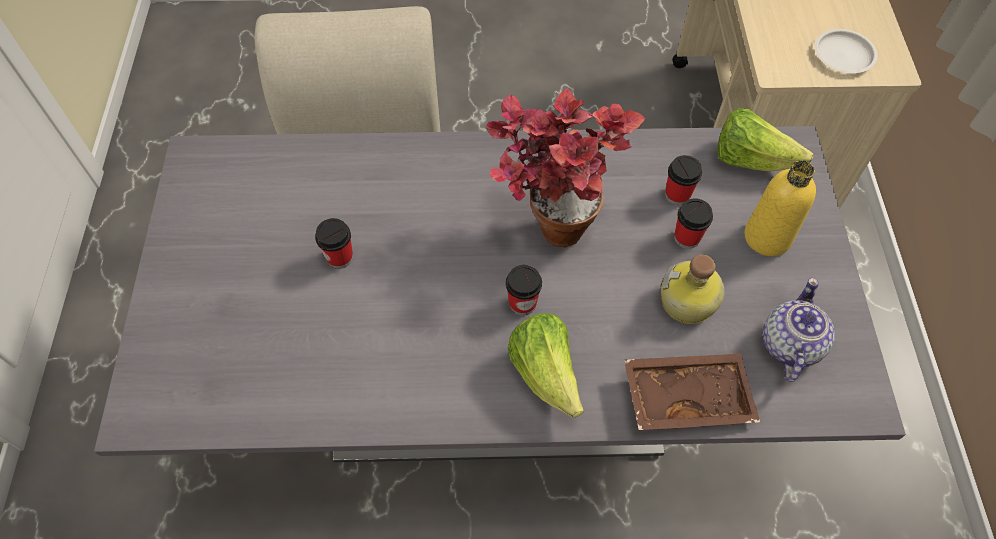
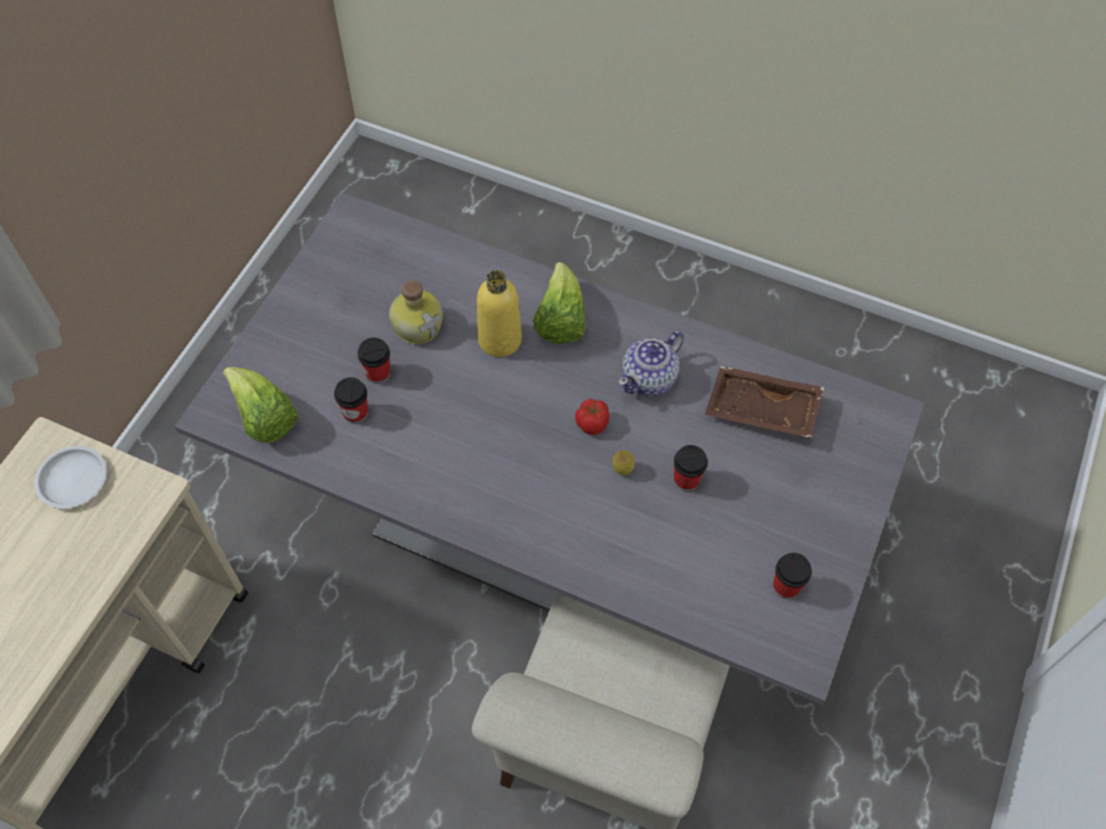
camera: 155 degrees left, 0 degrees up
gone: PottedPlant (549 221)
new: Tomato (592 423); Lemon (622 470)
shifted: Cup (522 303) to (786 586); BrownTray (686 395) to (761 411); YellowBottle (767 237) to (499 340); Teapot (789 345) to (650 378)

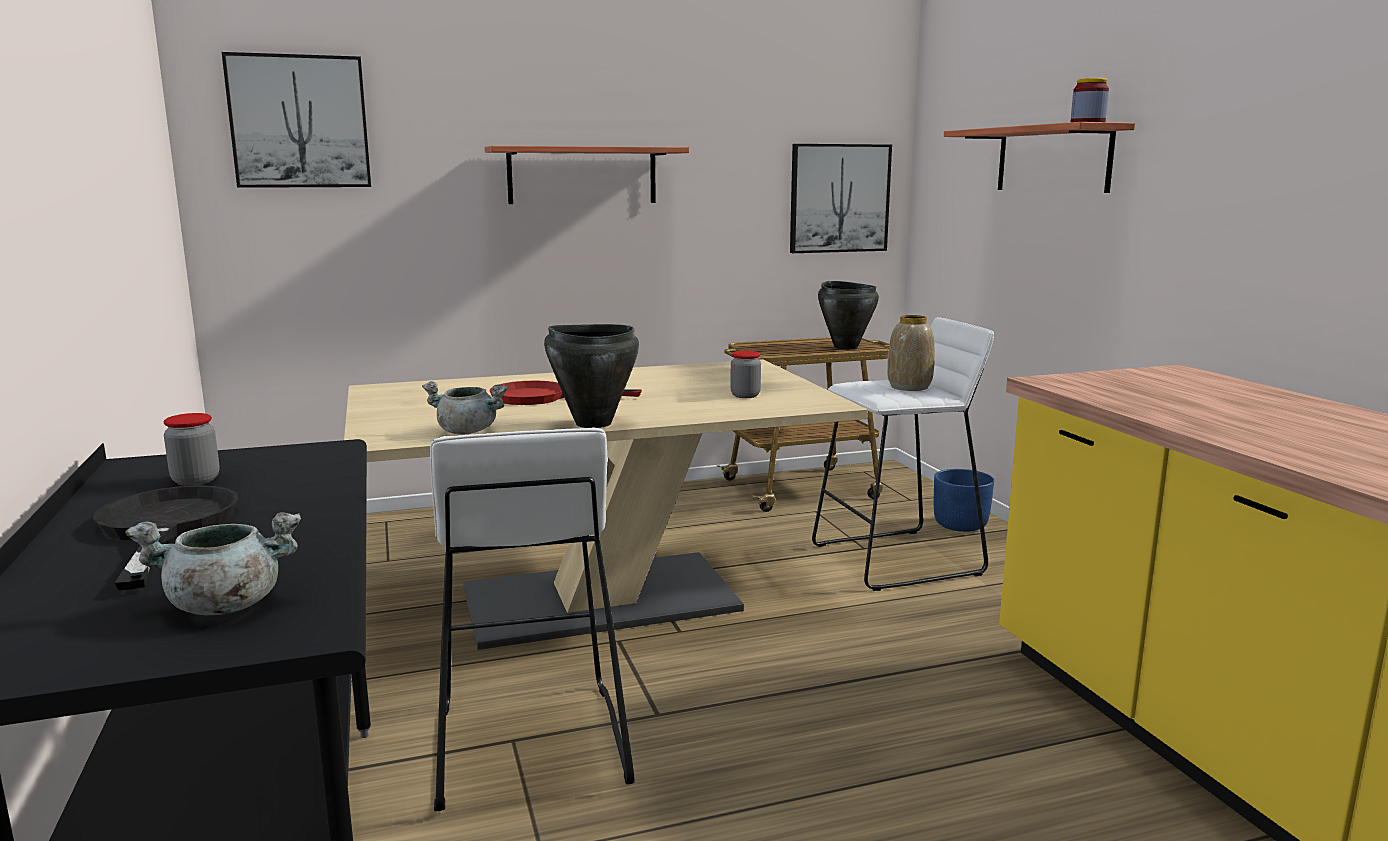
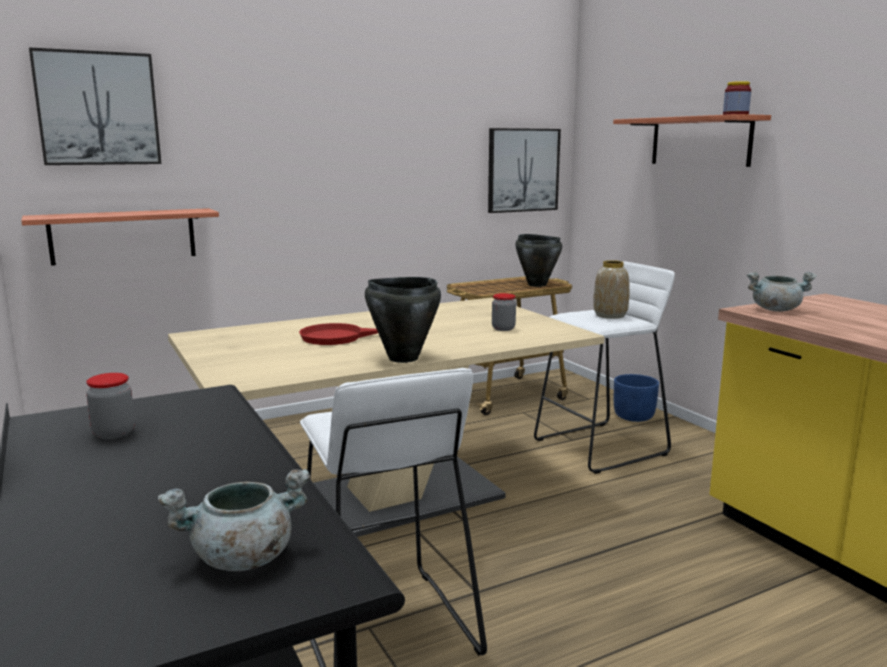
camera: 10 degrees left, 0 degrees up
gone: BlackFryingPan (164 528)
shifted: GreyCookingPot (468 432) to (776 310); Shelf (582 175) to (123 236)

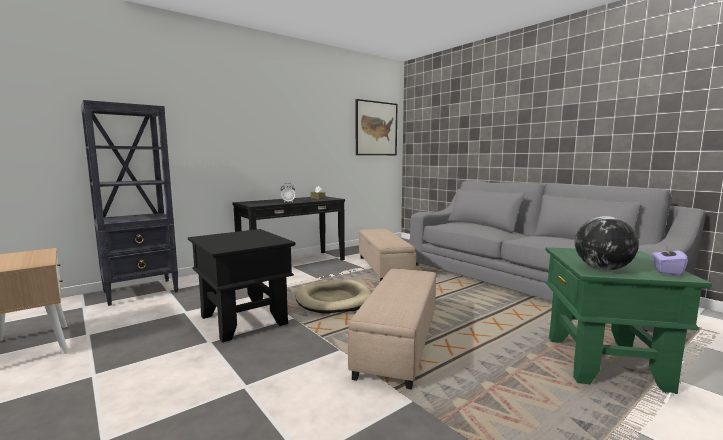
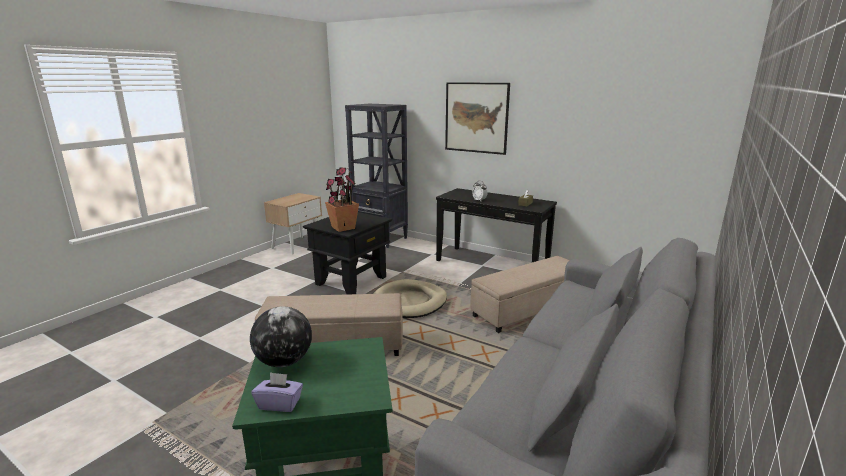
camera: 70 degrees right, 10 degrees up
new: PottedPlant (343 228)
shifted: Picture (376 128) to (476 117)

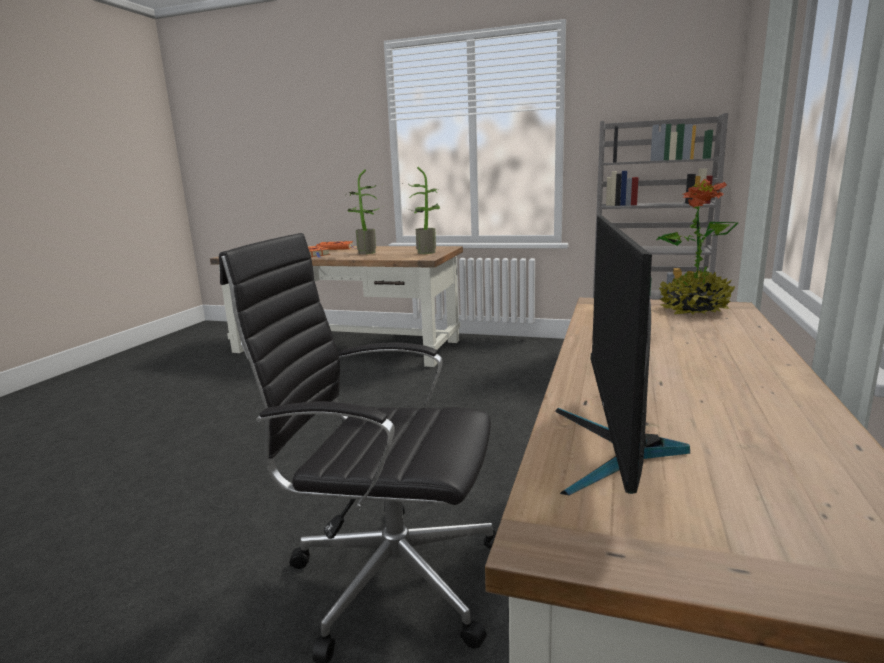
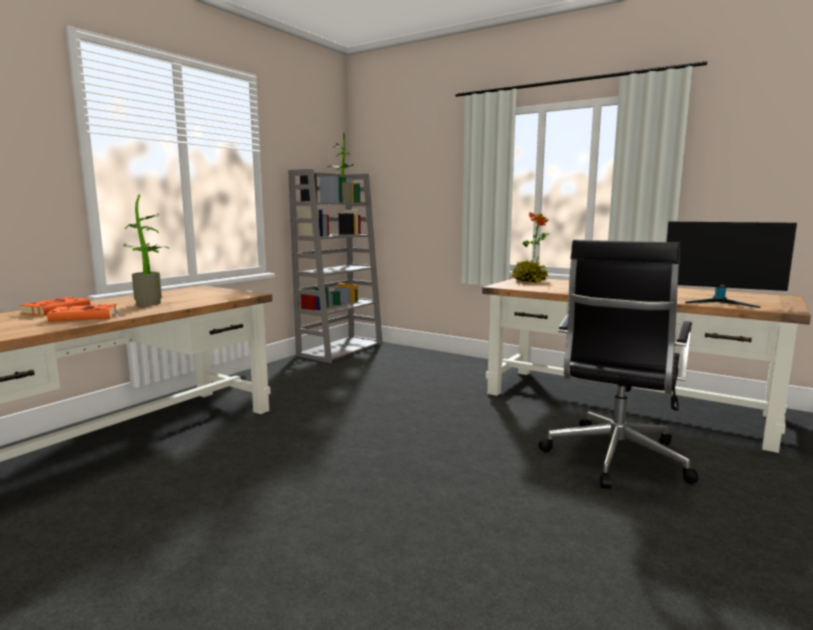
camera: 75 degrees left, 5 degrees down
shifted: PottedPlant (426 252) to (342 202)

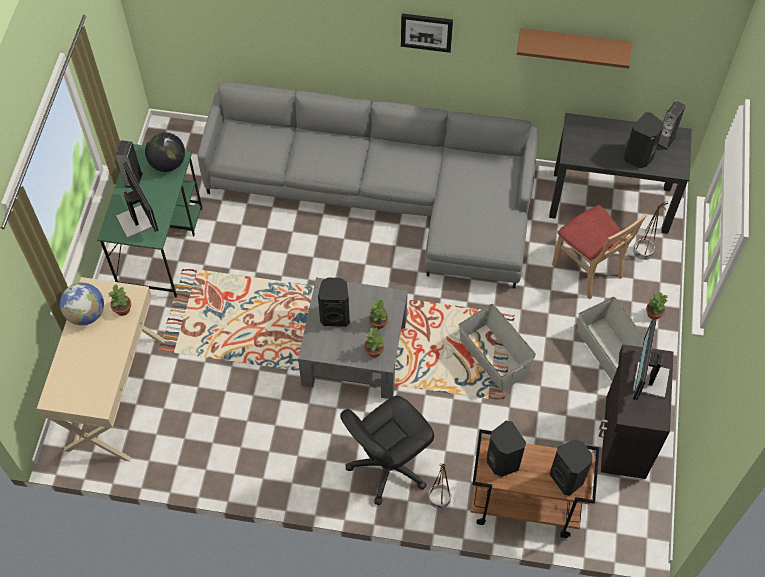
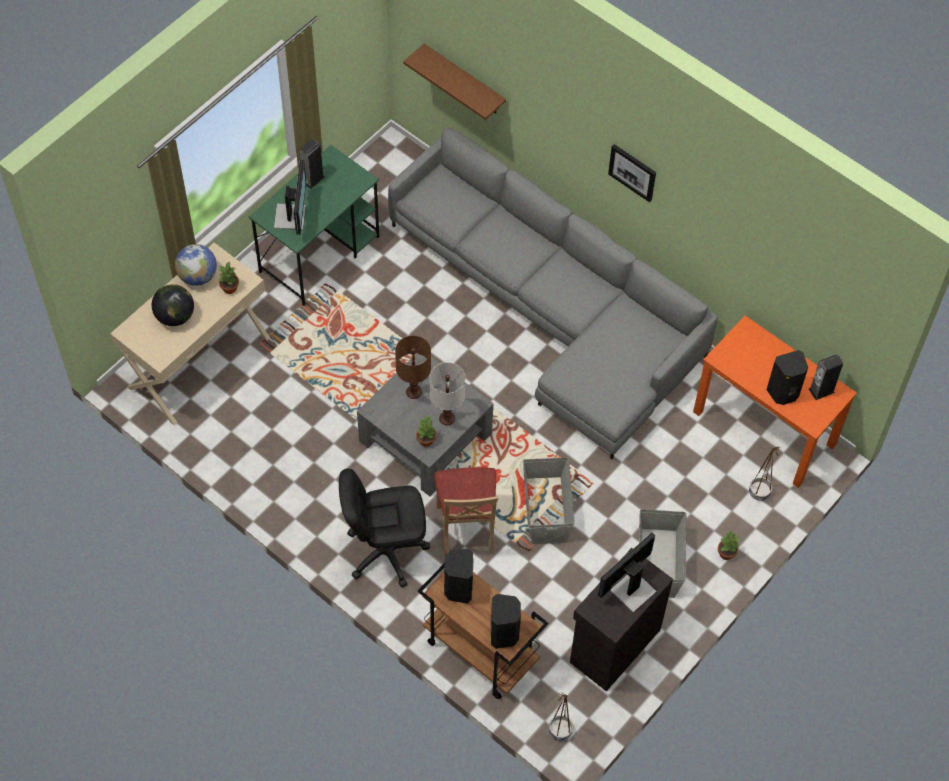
camera: 30 degrees right, 0 degrees up
shifted: Globe (168 163) to (175 316); BrownPlanter (439 499) to (559 731); BrownShelf (573 45) to (464 81); BeigeChair (588 269) to (466 528)
swapped: BlackSpeaker (335 316) to BrownTableLamp (414 392); PottedPlant (378 323) to WhiteTableLamp (447 418)
repainted: BlackDesk (610 201) to OrangeDesk (764 428)

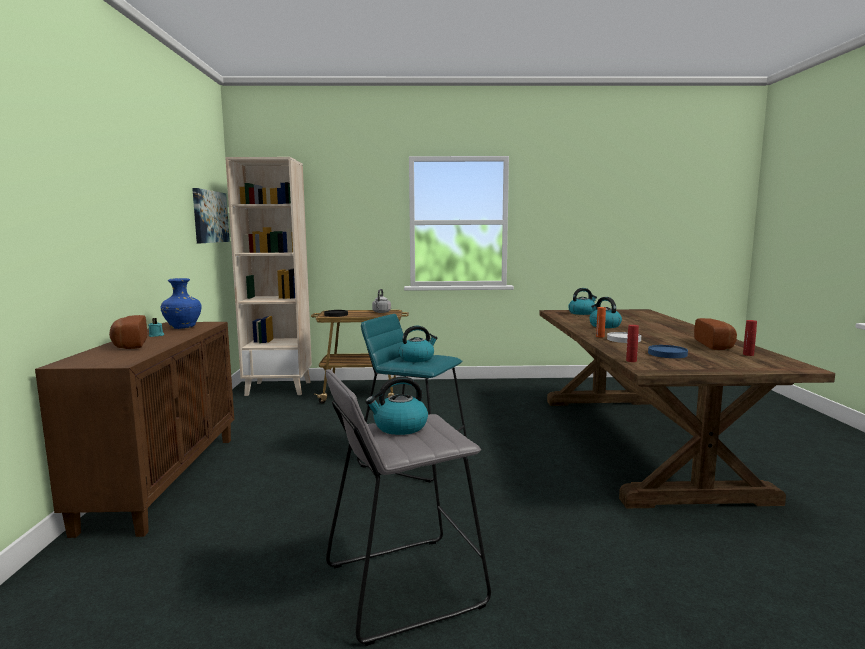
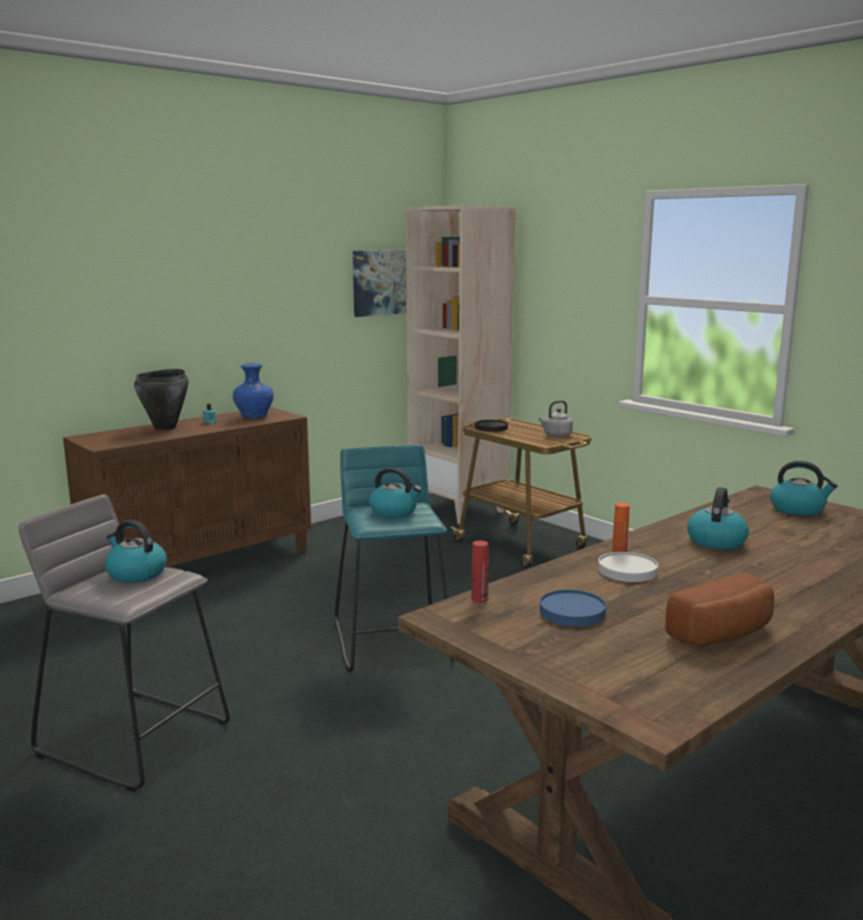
camera: 50 degrees right, 5 degrees up
gone: RedBottle (748 354)
swapped: Bread (128 344) to BlackCookingPot (166 427)

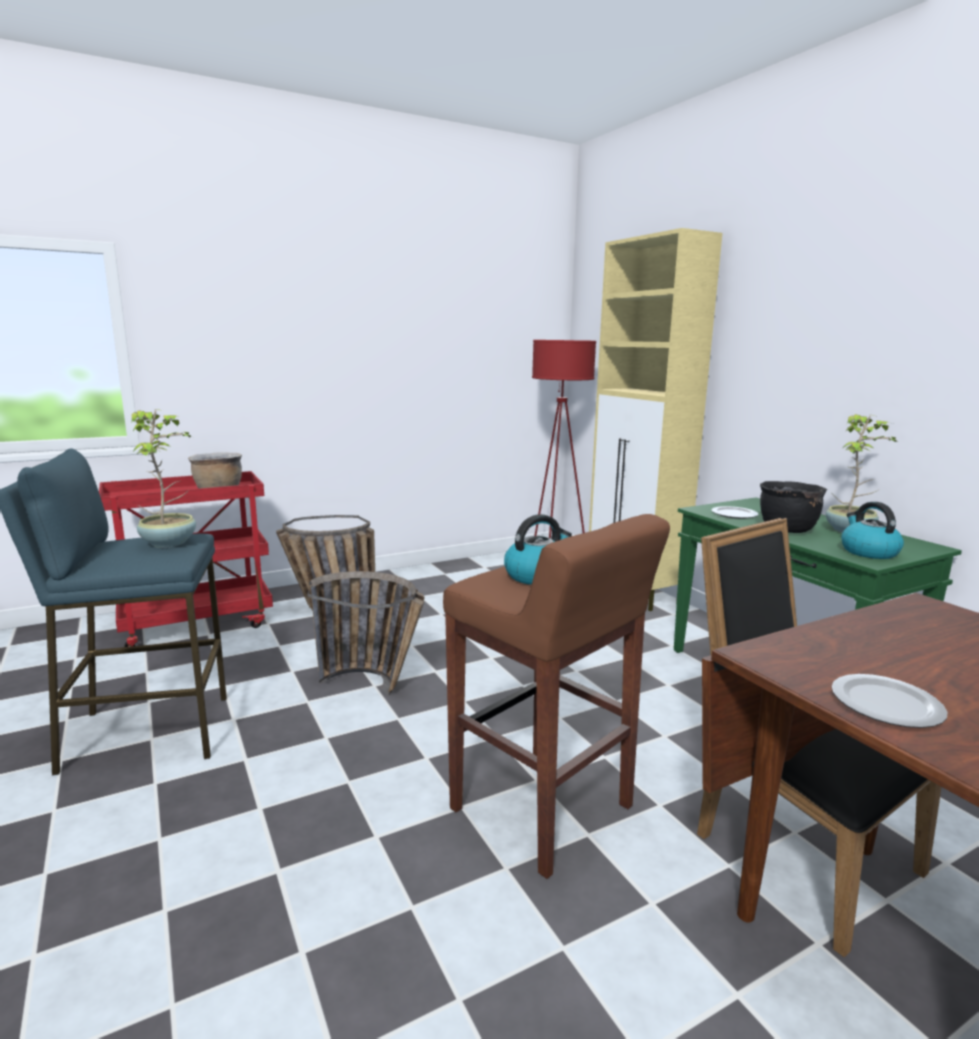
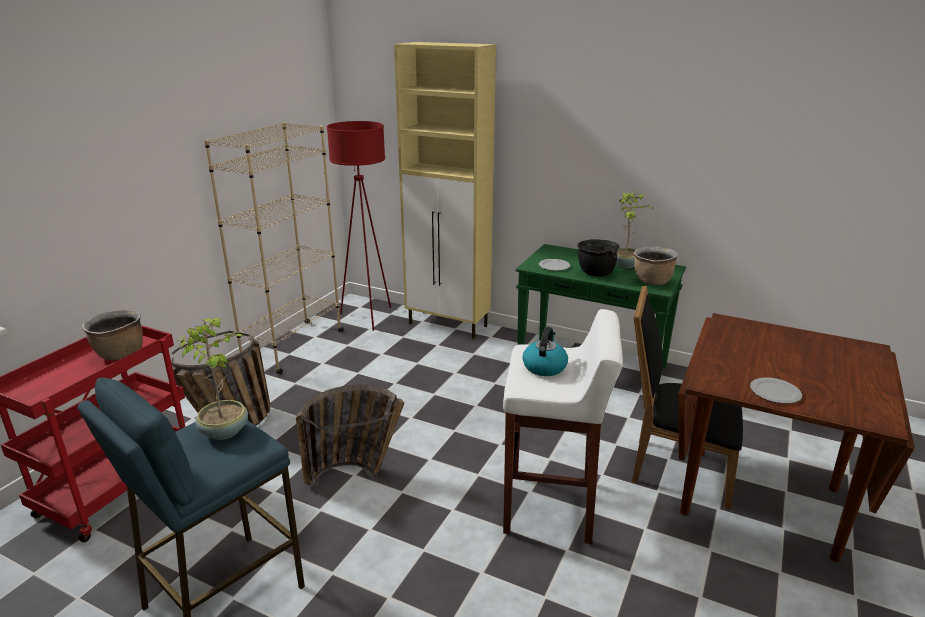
camera: 35 degrees left, 10 degrees up
new: BeigeBookcase (293 347)
swapped: Kettle (868 552) to BrownCookingPot (652 281)
repainted: BrownStool (543 810) to WhiteStool (551 507)

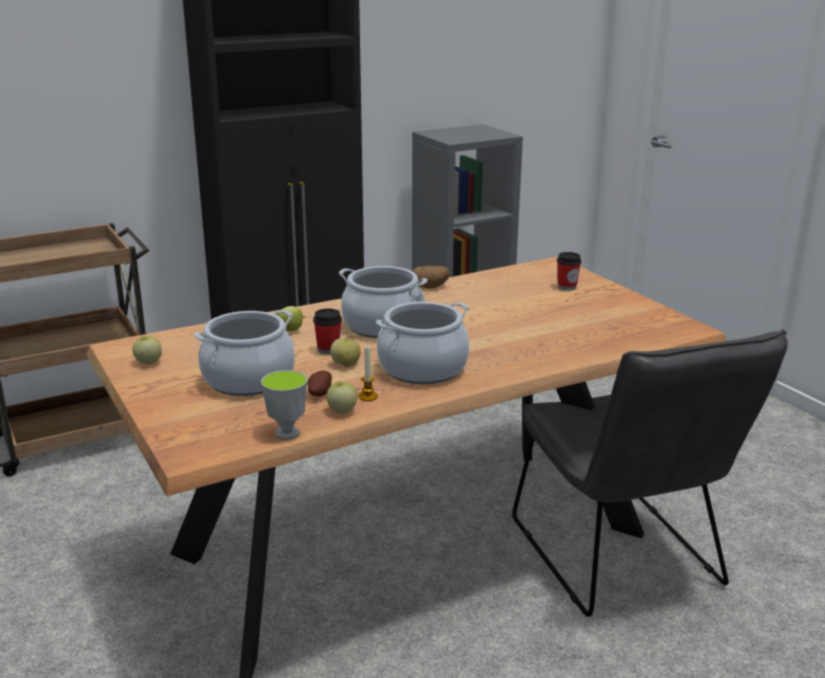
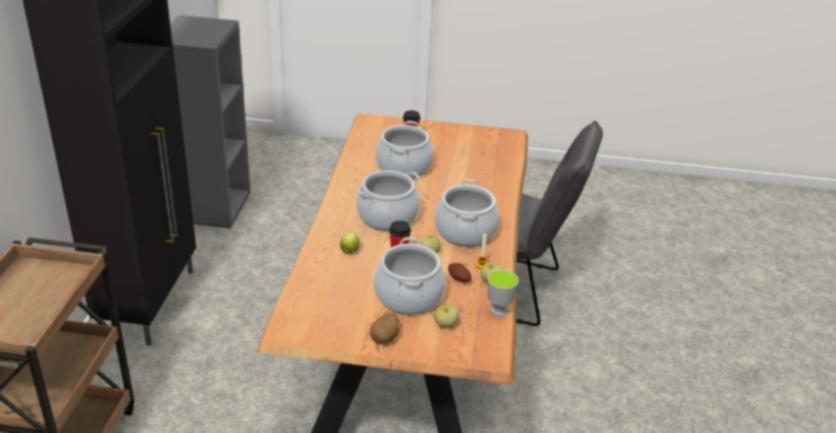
camera: 55 degrees left, 10 degrees up
new: CookingPot (404 167)
shifted: Apple (148 362) to (445 325); Potato (430 287) to (385 337)

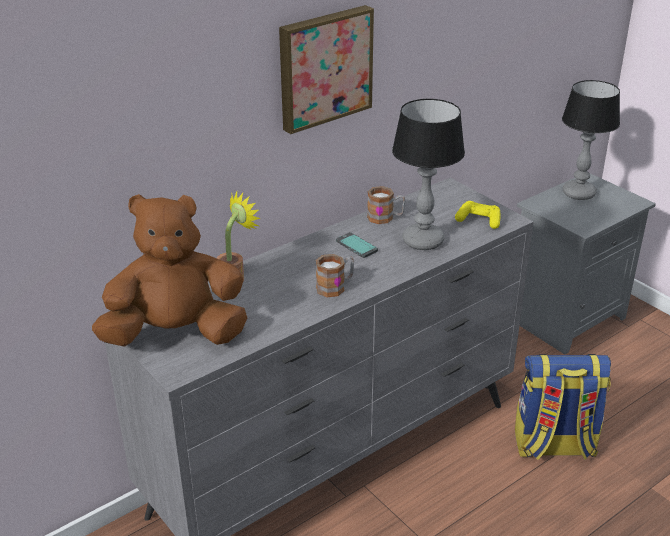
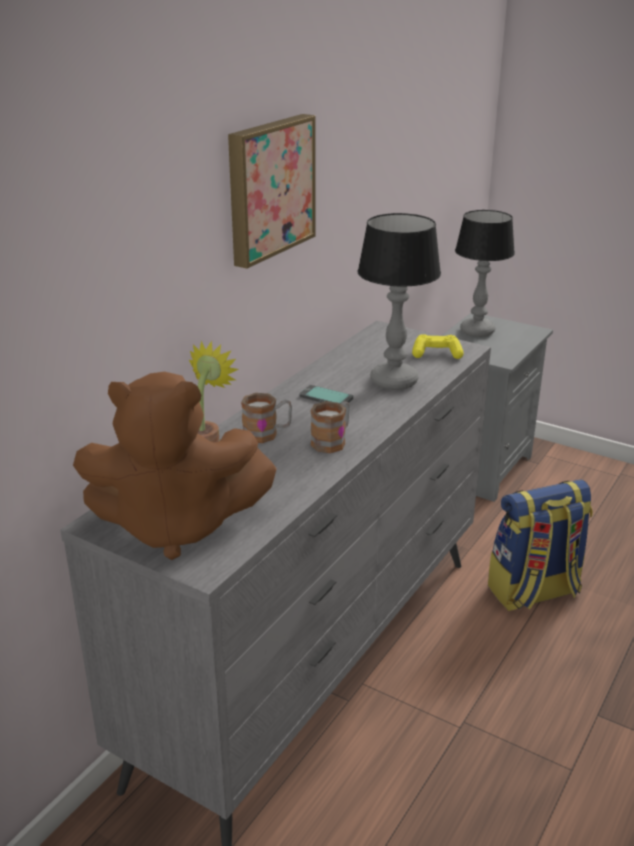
camera: 20 degrees left, 5 degrees down
shifted: Mug (385 218) to (267 434)
rotated: BrownPlushToy (176 334) = (176 526) 150 degrees counterclockwise

